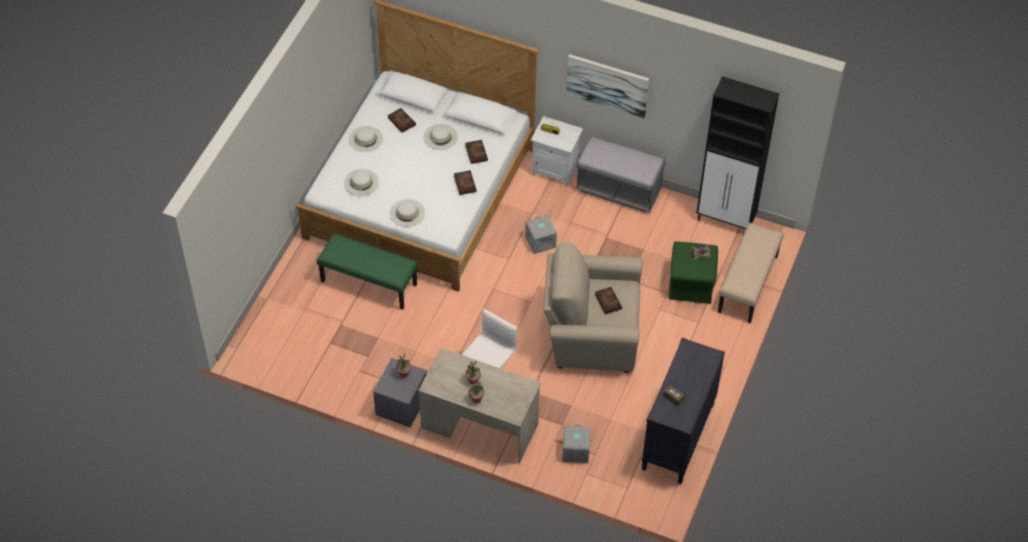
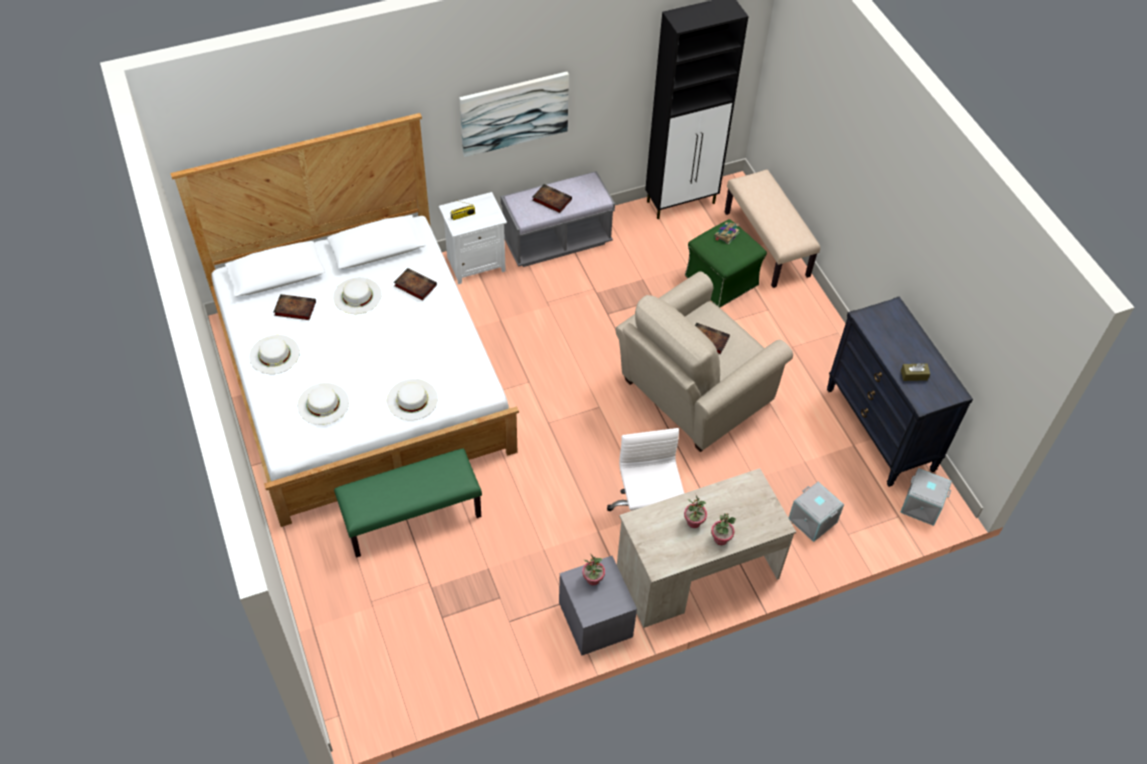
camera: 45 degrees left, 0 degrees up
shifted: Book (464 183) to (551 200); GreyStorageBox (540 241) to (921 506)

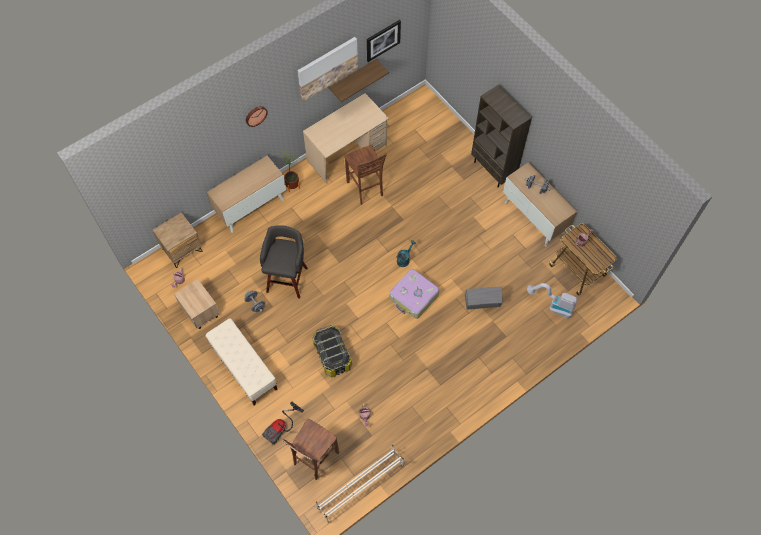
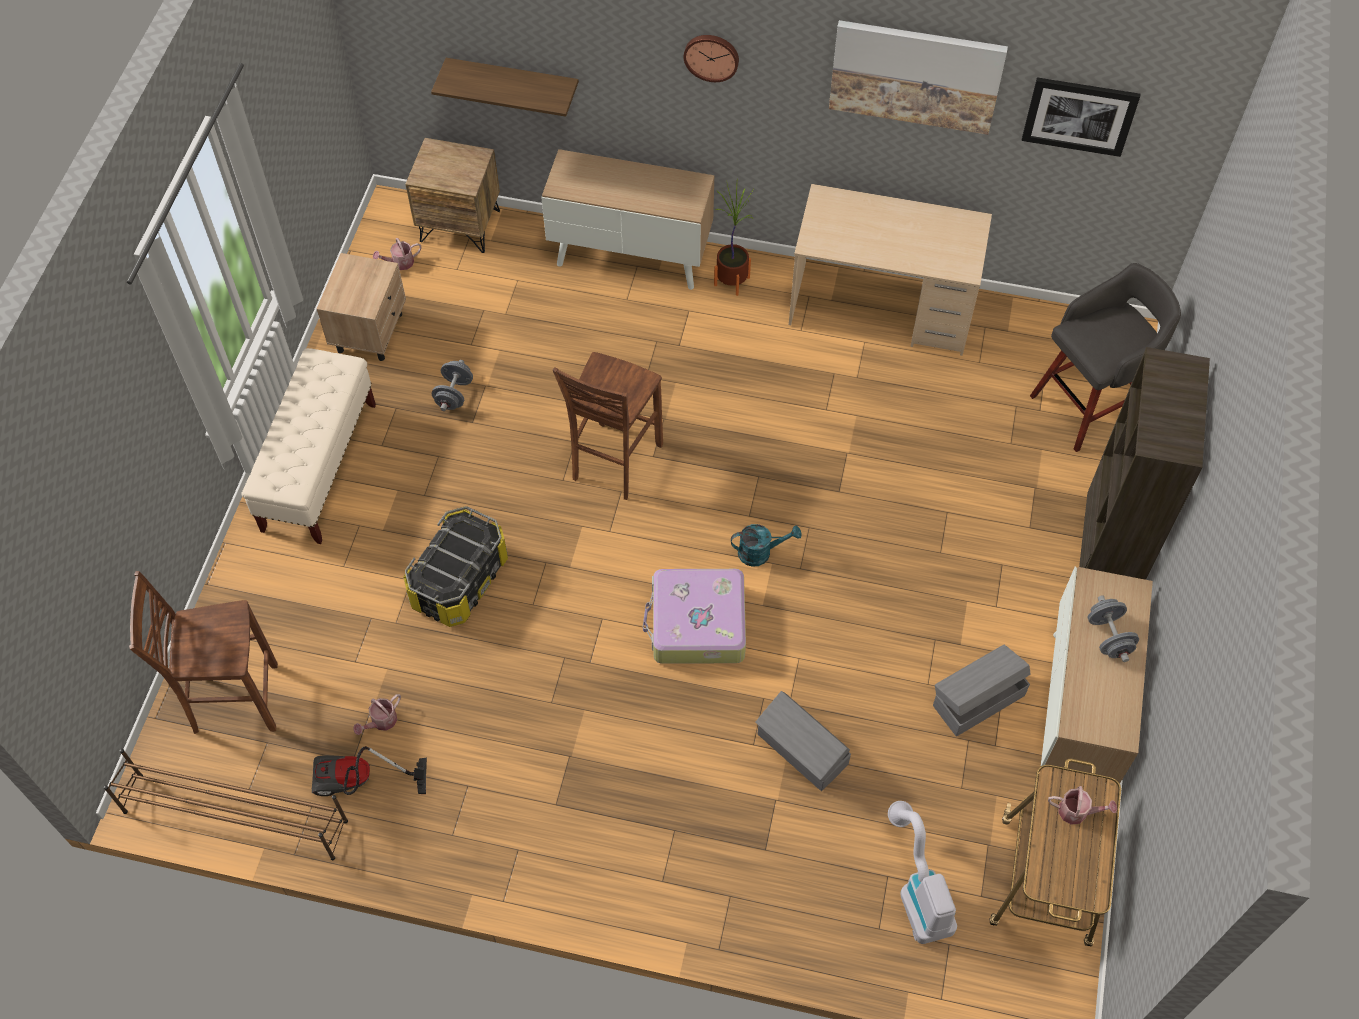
camera: 50 degrees right, 5 degrees down
new: GreyStorageBox (977 700)
shifted: GreyStool (287 278) to (1088 406); VacuumCleaner (281 428) to (359 783); Shelf (352 78) to (513 83); BrownStool (365 189) to (614 463)
repainted: WhiteShoeRack (360 486) to BrownShoeRack (234 815)

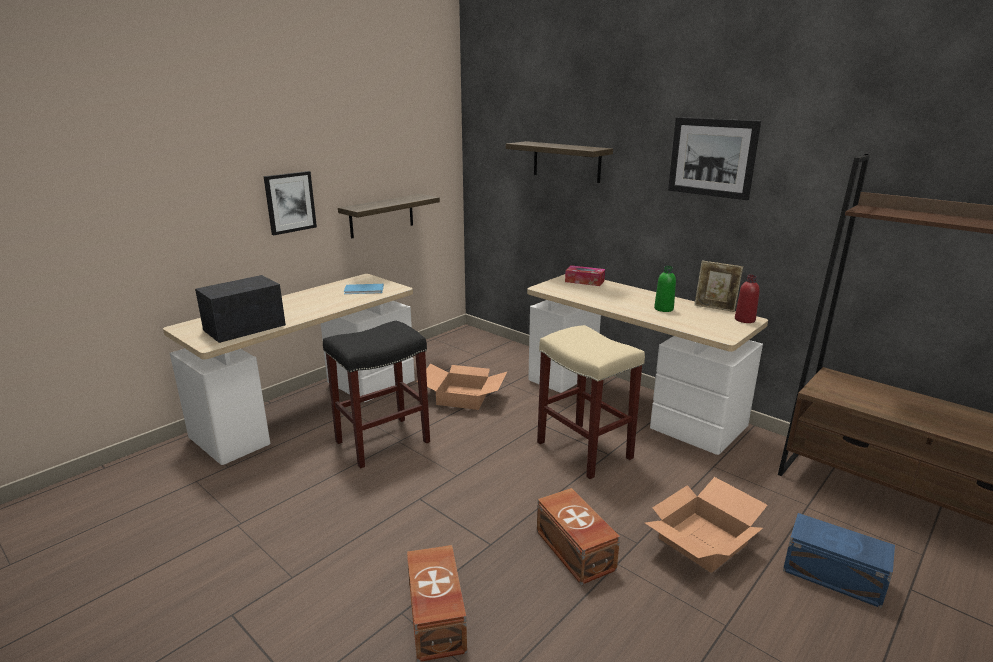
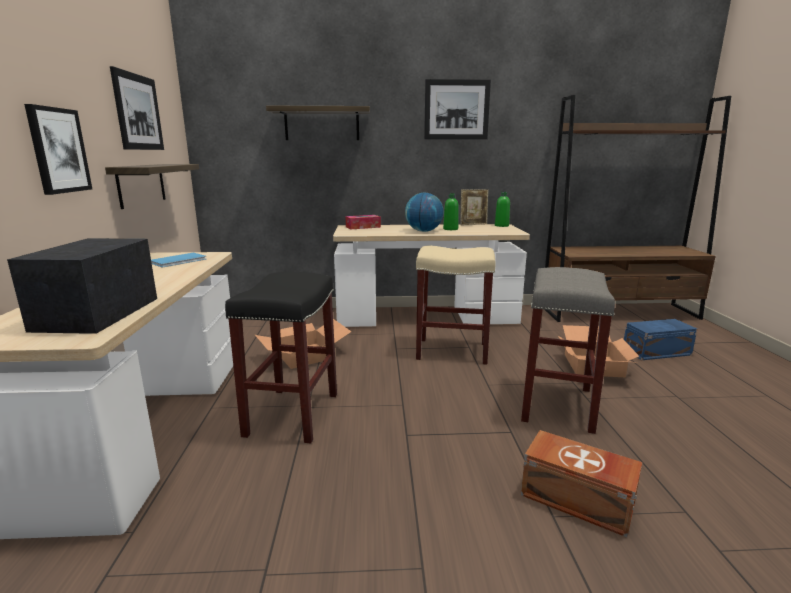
camera: 45 degrees left, 5 degrees down
new: Picture (138 112); Globe (423 231)
swapped: BrownStorageBox (574 551) to GreyStool (557 405)
repainted: RedBottle (744 320) to GreenBottle (501 225)

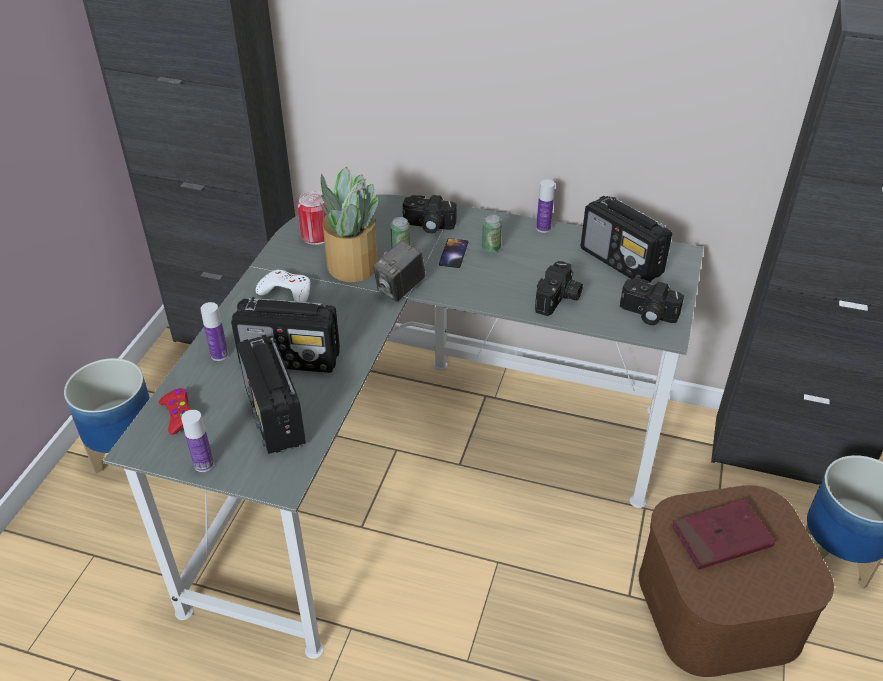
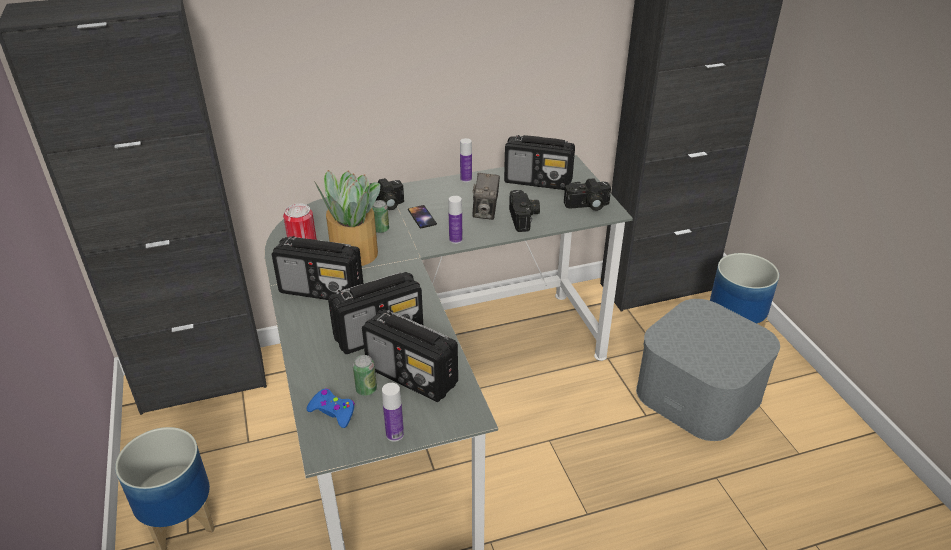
camera: 35 degrees left, 5 degrees down
gone: RedBook (721 537)
shifted: Bottle (219 355) to (455 239); PhotoCamera (400 289) to (485 212); Can (491 248) to (366 389)
swapped: WhiteGameController (286 291) to Radio (322 290)
repainted: RedGameController (178 414) to BlueGameController (333 412); BrownStorageBox (719 606) to GreyStorageBox (699 392)

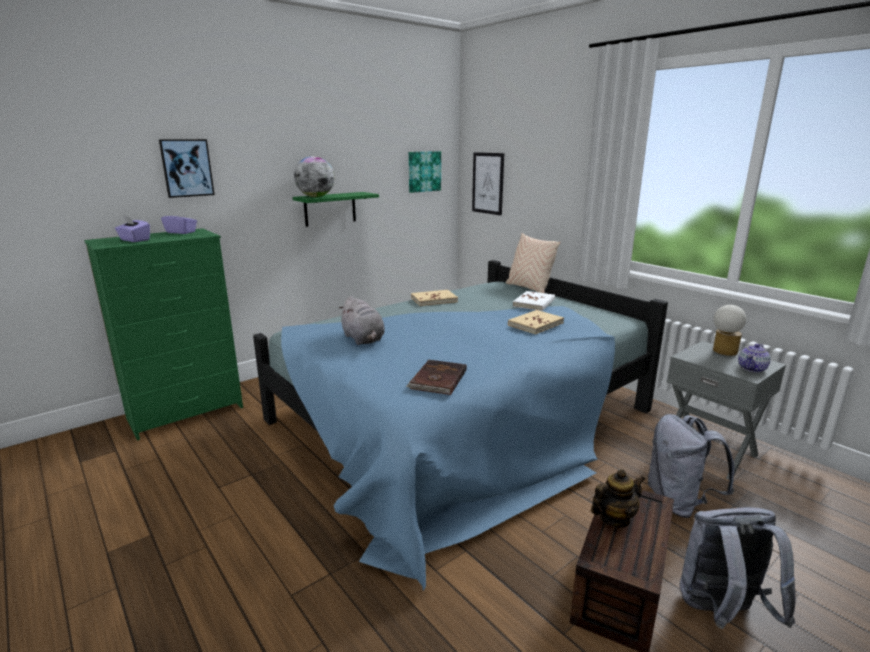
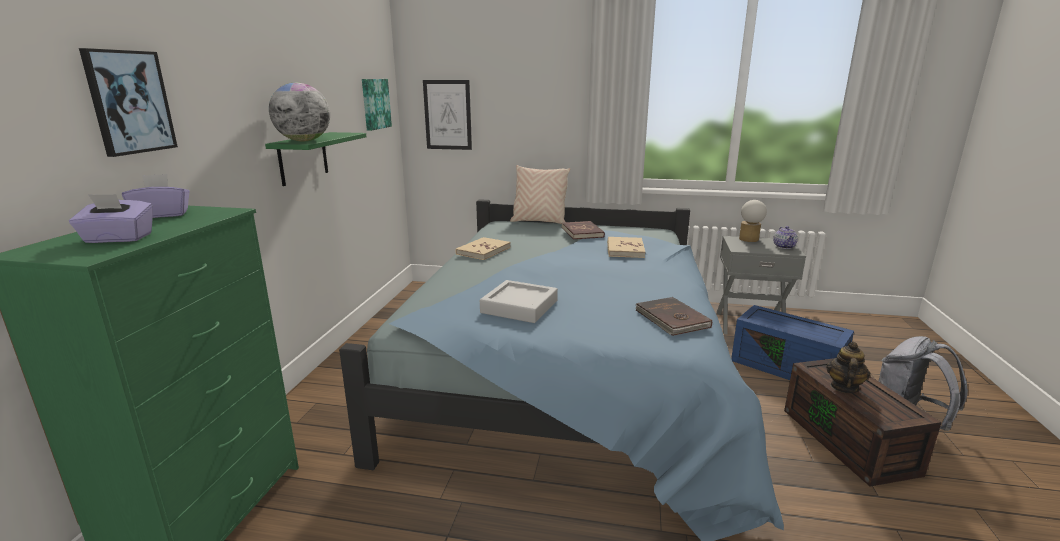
camera: 40 degrees left, 0 degrees up
swapped: GreyPlushToy (363 339) to GreyTray (519 307); GreyBackpack (679 502) to BlueStorageBox (788 367)
repainted: WhiteBook (534 303) to RedBook (582 232)

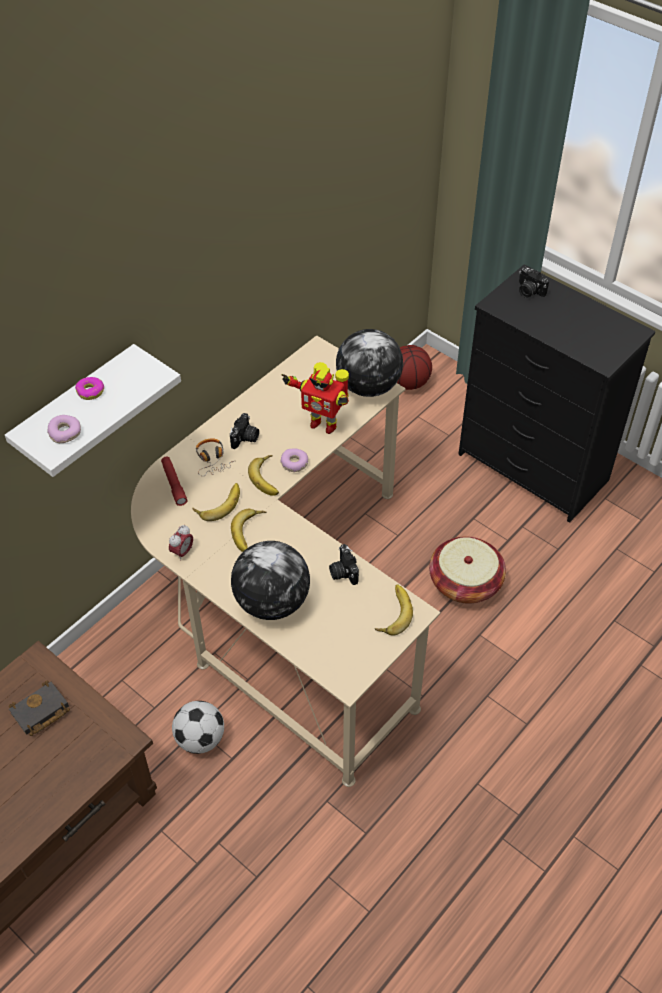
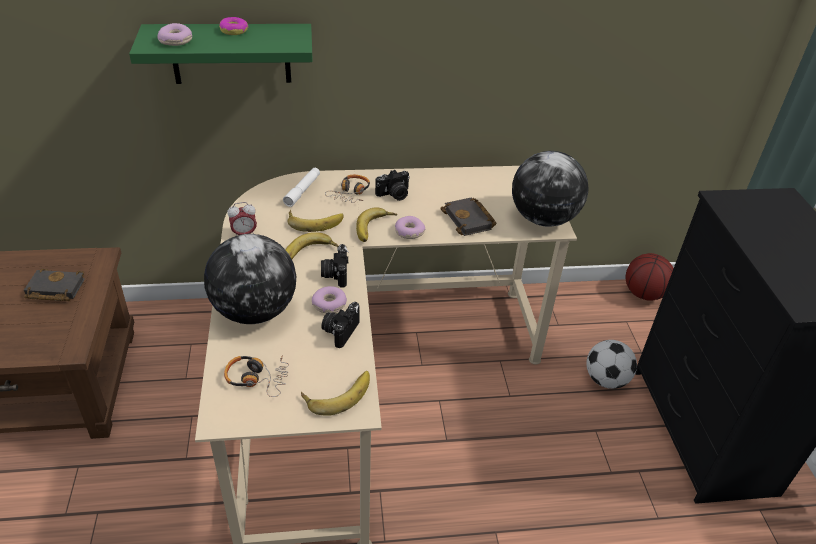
camera: 40 degrees right, 10 degrees down
gone: Basket (465 582)
new: Headphones (257 378); Donut (329 304)
shifted: Football (200 739) to (606 380); PhotoCamera (529 291) to (335 274)
swapped: ToyRobot (323 423) to BlackBook (470 220)
repainted: WhiteShelf (77 409) to GreenShelf (230 53); RedFlashlight (174 484) to WhiteFlashlight (302 190)

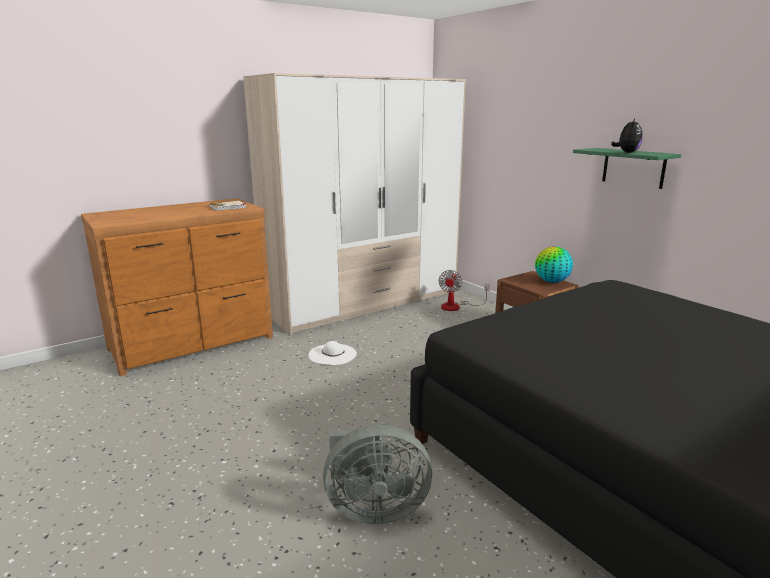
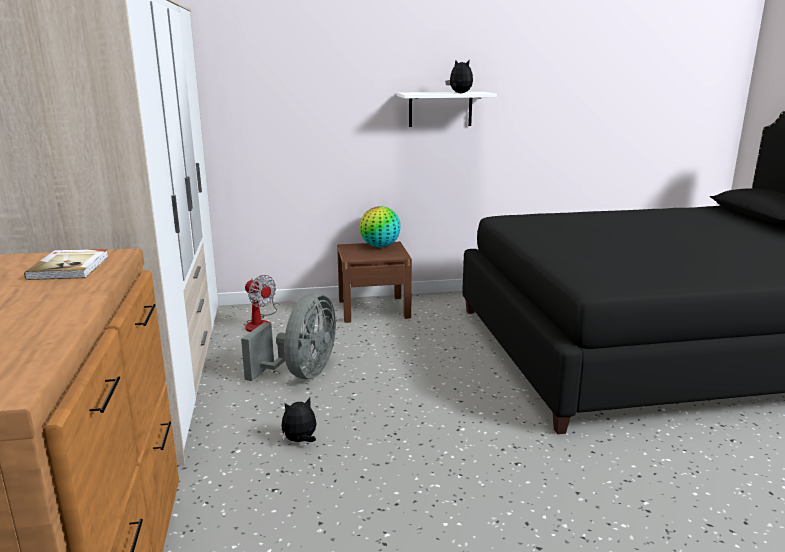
camera: 65 degrees left, 0 degrees up
shifted: GreyFan (373 509) to (301 374)
swapped: WhiteHat (332 354) to PlushToy (300 441)
repainted: GreenShelf (633 167) to WhiteShelf (440 109)

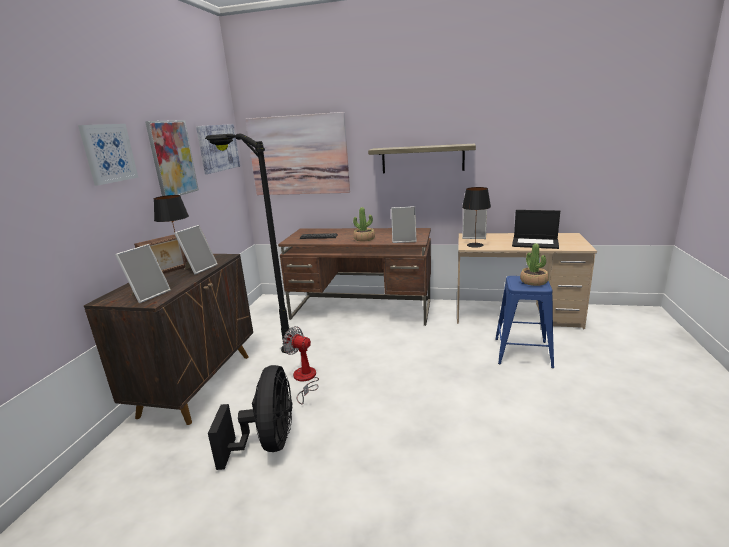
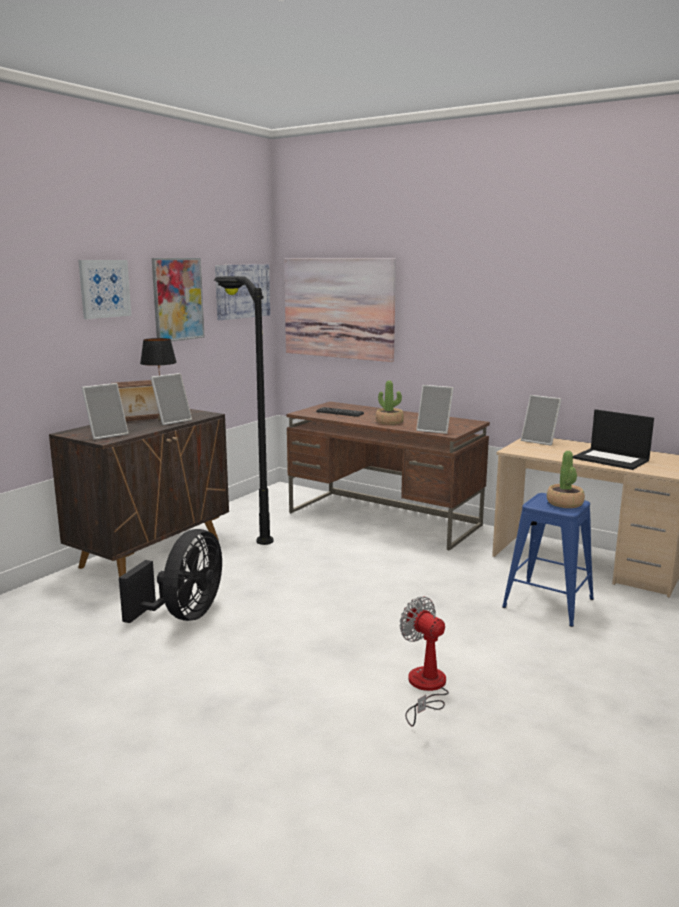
camera: 20 degrees right, 5 degrees down
gone: Shelf (422 159); BlackTableLamp (474 245)
shifted: Fan (305 379) to (425 688)

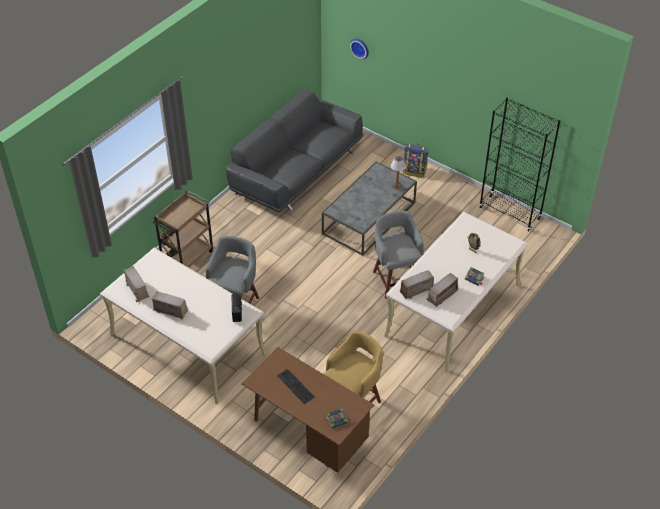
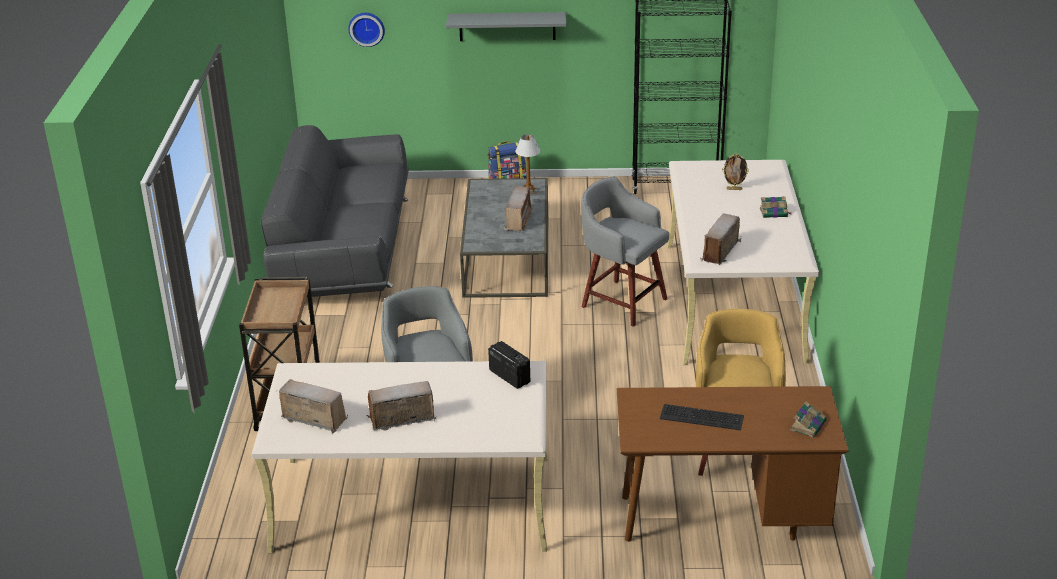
camera: 35 degrees left, 15 degrees down
new: GreyShelf (507 26)
shifted: Radio (442 295) to (518 219)

